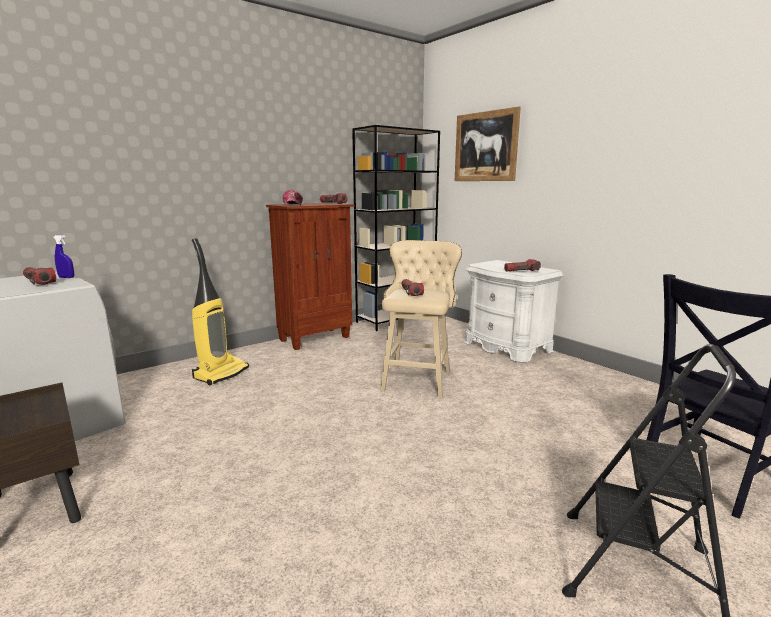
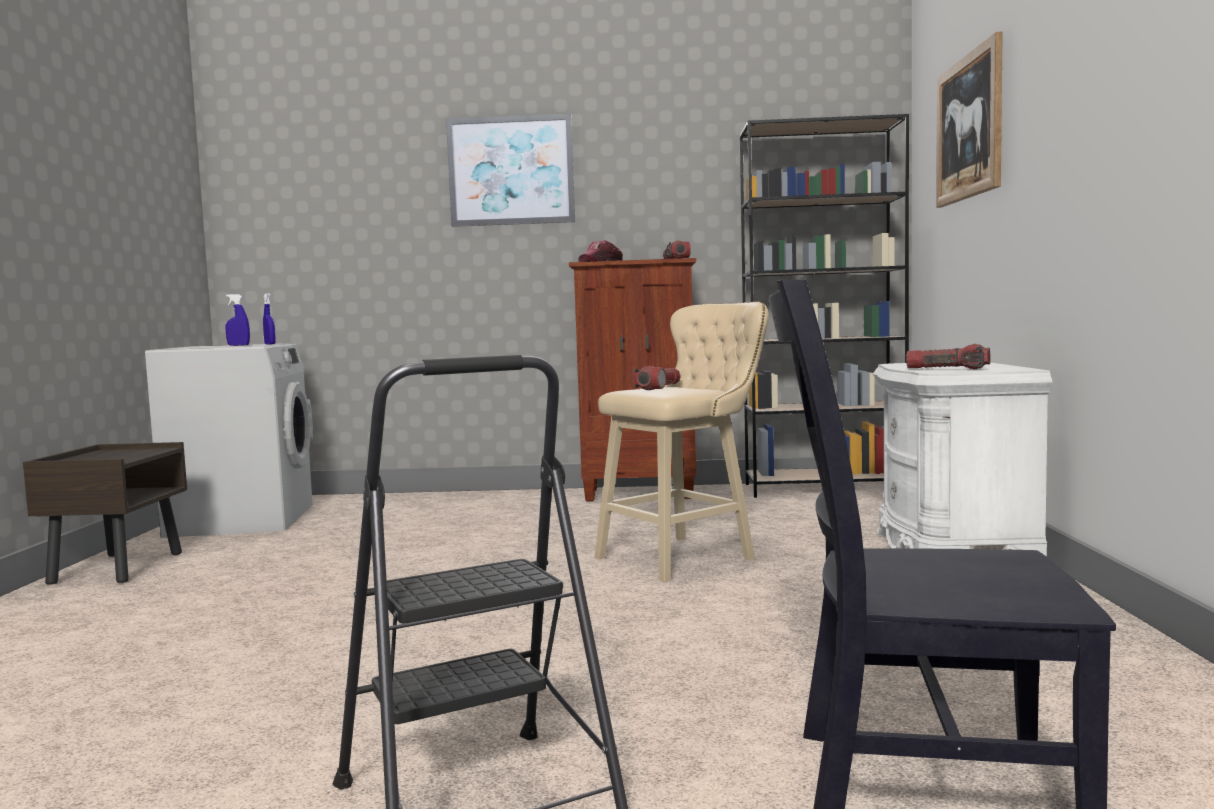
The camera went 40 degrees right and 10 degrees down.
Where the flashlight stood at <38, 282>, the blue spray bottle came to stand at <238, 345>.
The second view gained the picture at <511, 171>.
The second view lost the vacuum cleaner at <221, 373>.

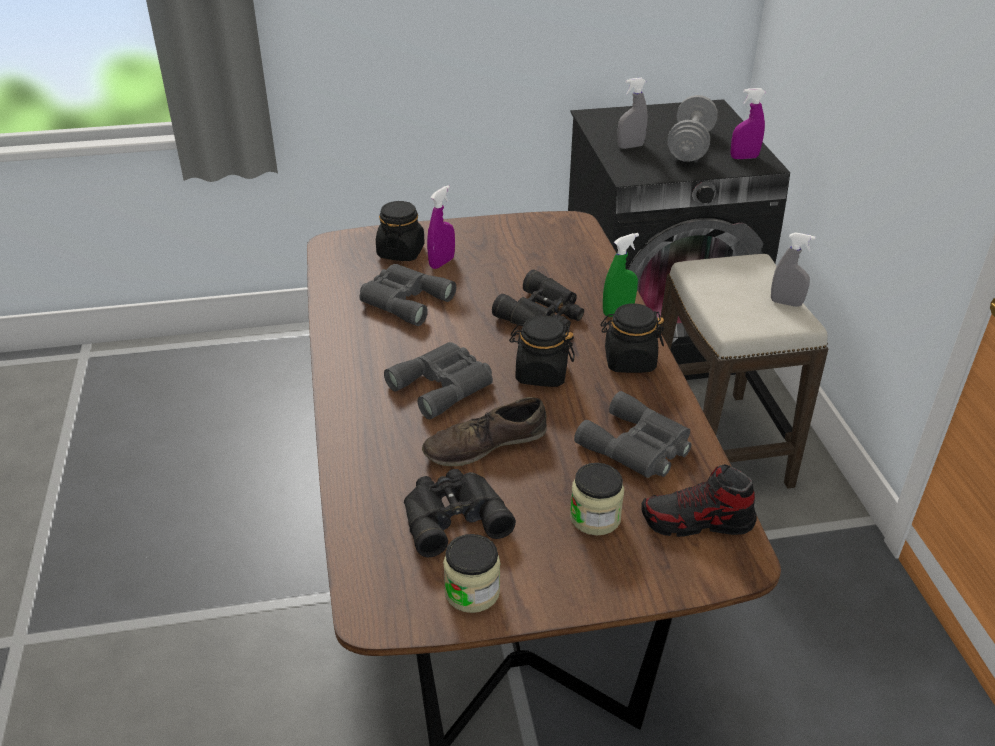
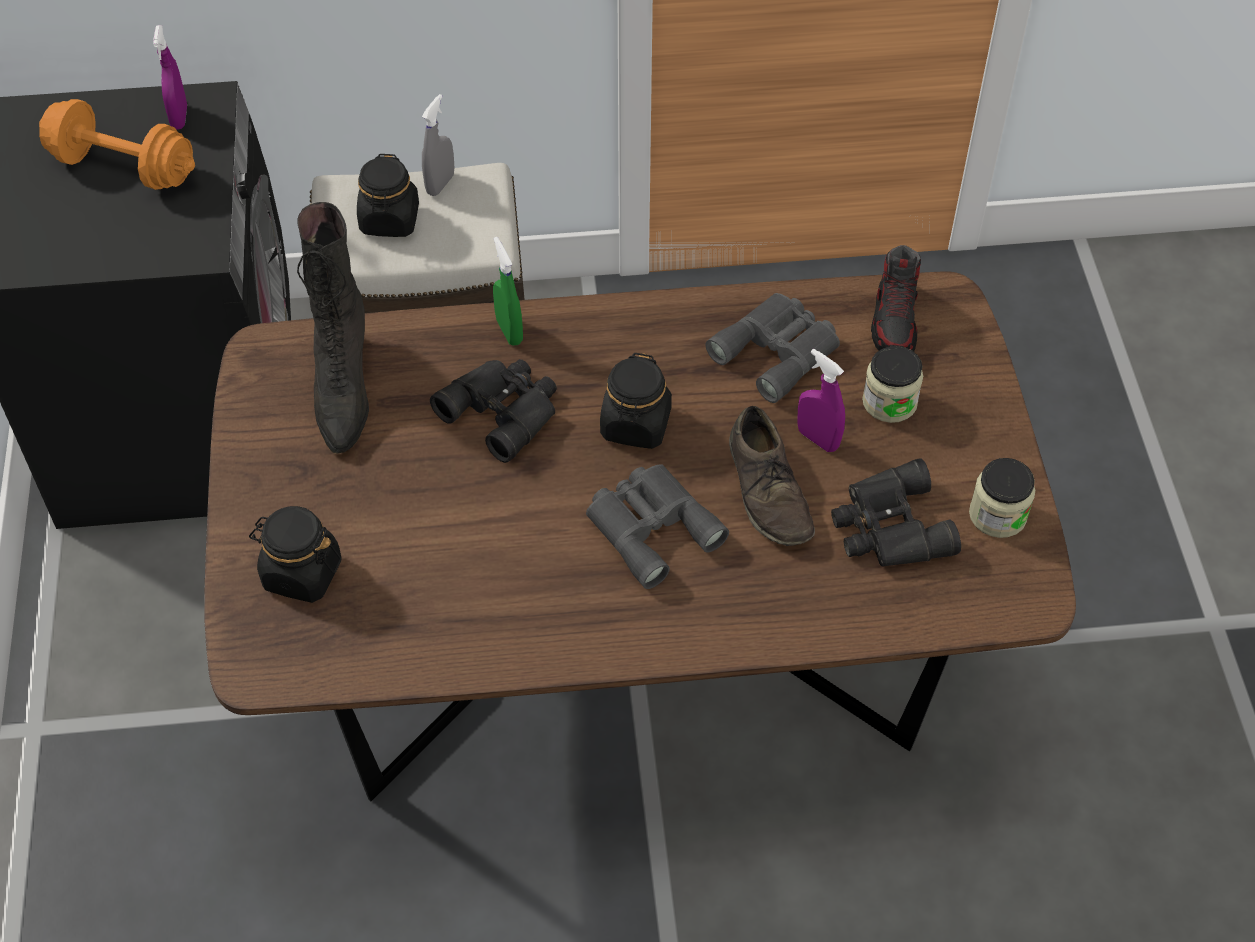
The camera went 85 degrees left and 15 degrees up.
What was the grey dumbbell at <690, 146> turned into the orange dumbbell at <123, 168>.
The second view gained the black boot at <342, 389>.
The black jar ended up elsewhere, having gone from <629, 361> to <390, 220>.
The purple spray bottle ended up elsewhere, having gone from <441, 263> to <817, 439>.
The second view lost the grey binoculars at <403, 299>.
The second view lost the grey spray bottle at <630, 146>.

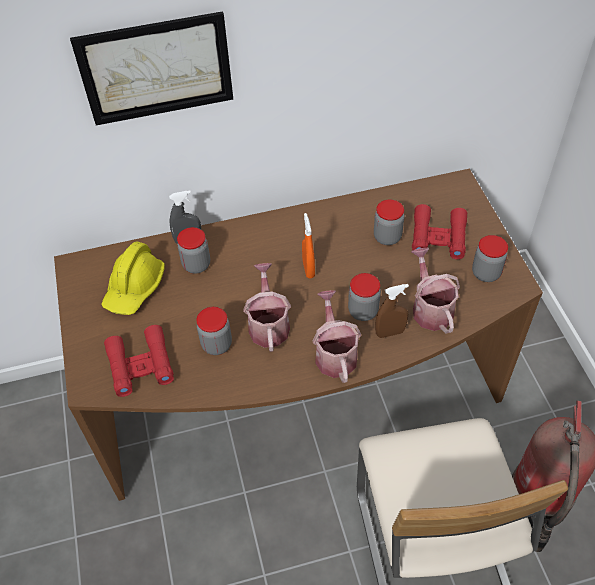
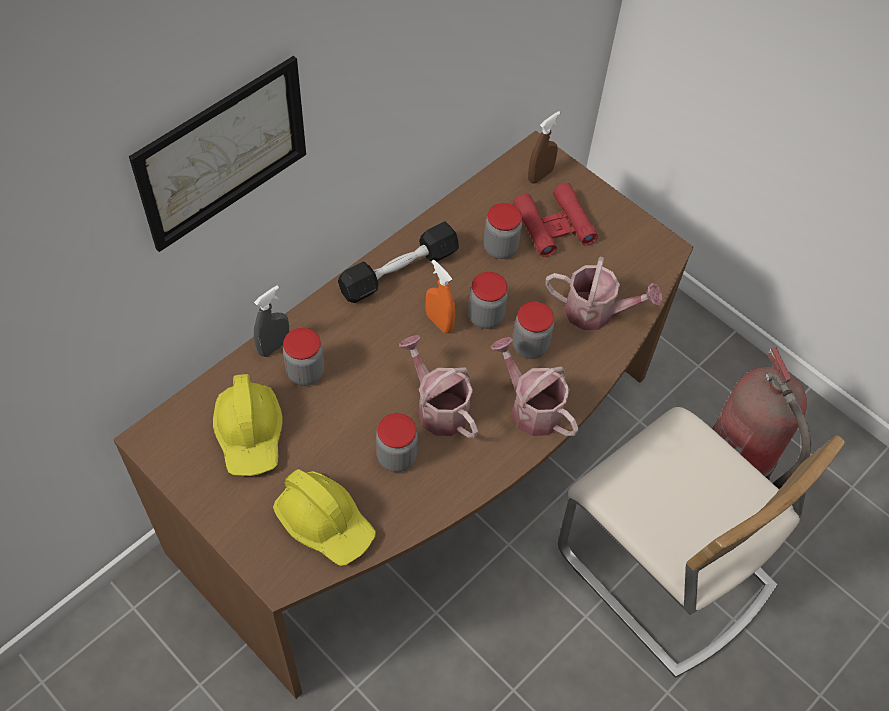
The camera went 35 degrees left and 5 degrees up.
Where the red binoculars stood at <140, 365>, the yellow hard hat came to stand at <325, 522>.
The second view gained the black dumbbell at <399, 272>.
The jar ended up elsewhere, having gone from <486, 273> to <485, 316>.
The brown spray bottle ended up elsewhere, having gone from <390, 332> to <540, 175>.
The watering can at <430, 308> ended up facing another way, 150 degrees clockwise from before.

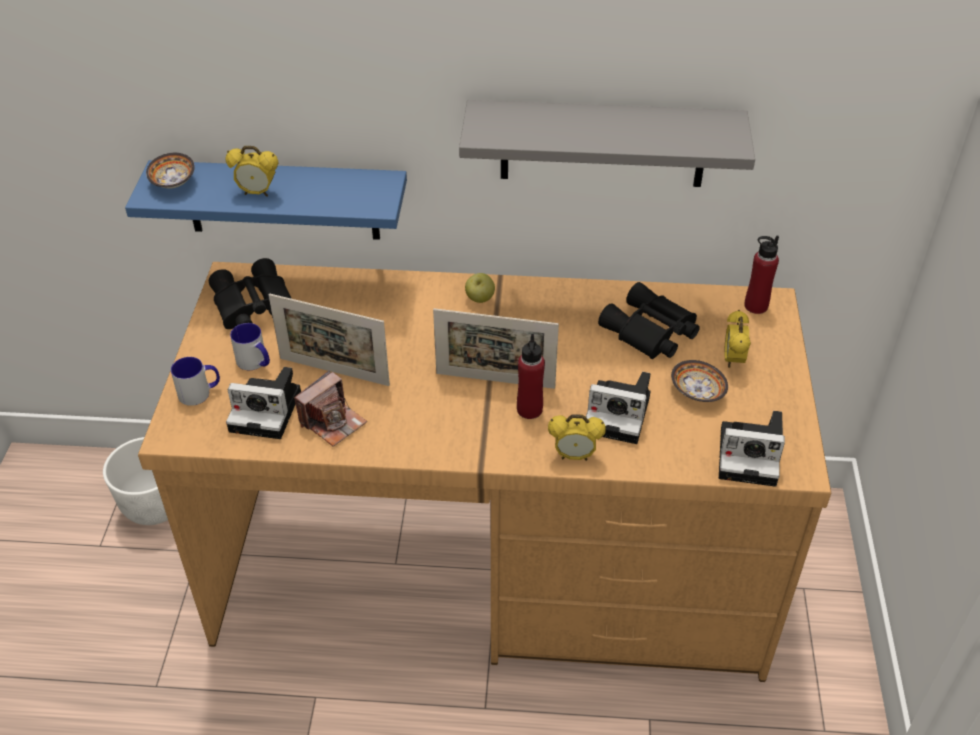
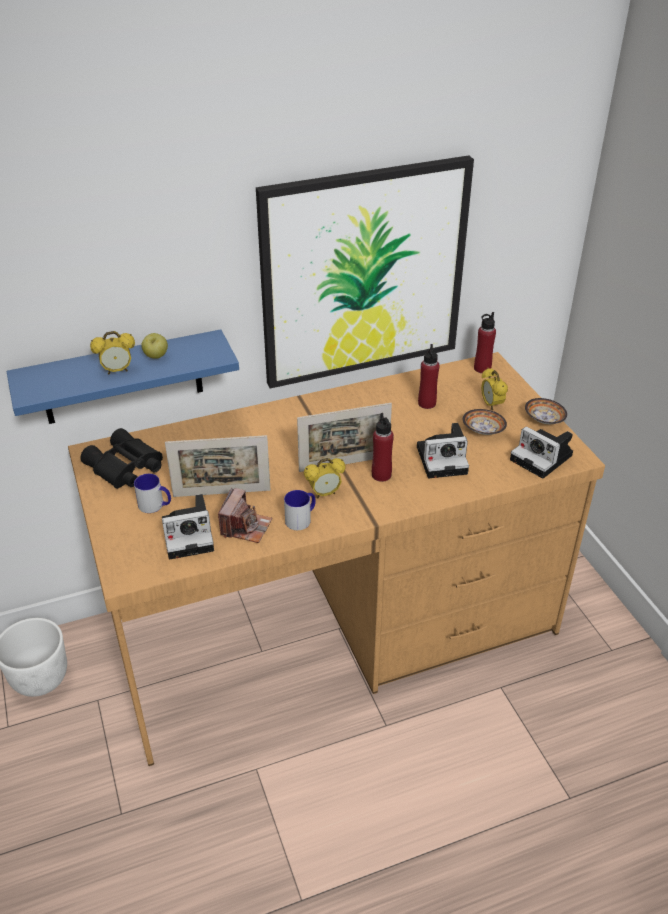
The camera went 25 degrees left and 5 degrees down.
The apple ended up elsewhere, having gone from <480, 299> to <156, 356>.
Where the grey shelf hung at <603, 143>, the picture came to hang at <363, 274>.
The mug ended up elsewhere, having gone from <200, 392> to <301, 519>.
The alarm clock ended up elsewhere, having gone from <574, 456> to <324, 494>.
Where the black binoculars stood at <650, 332>, the red bottle came to stand at <426, 403>.
The photo camera at <751, 455> ended up facing another way, 60 degrees clockwise from before.
The bowl ended up elsewhere, having gone from <173, 183> to <544, 420>.

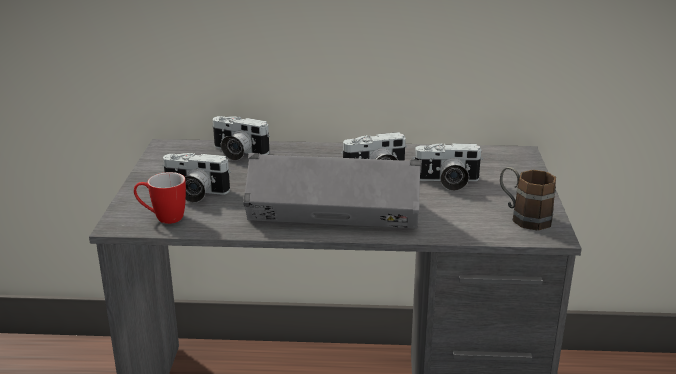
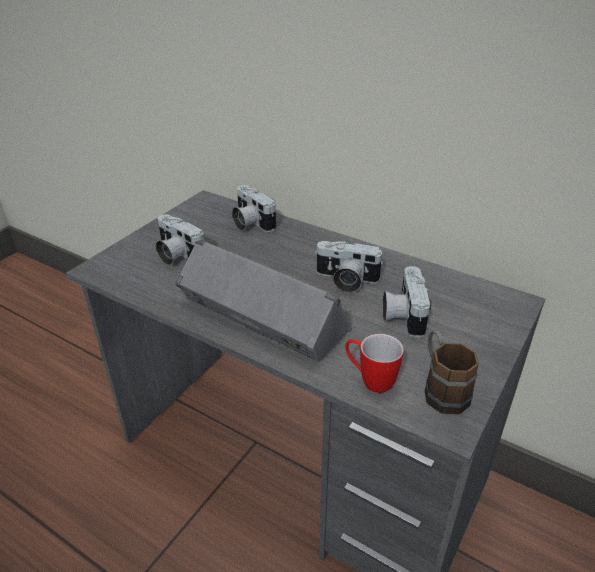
The camera went 30 degrees right and 10 degrees up.
The mug ended up elsewhere, having gone from <162, 218> to <370, 380>.
The photo camera at <447, 182> ended up facing another way, 60 degrees clockwise from before.

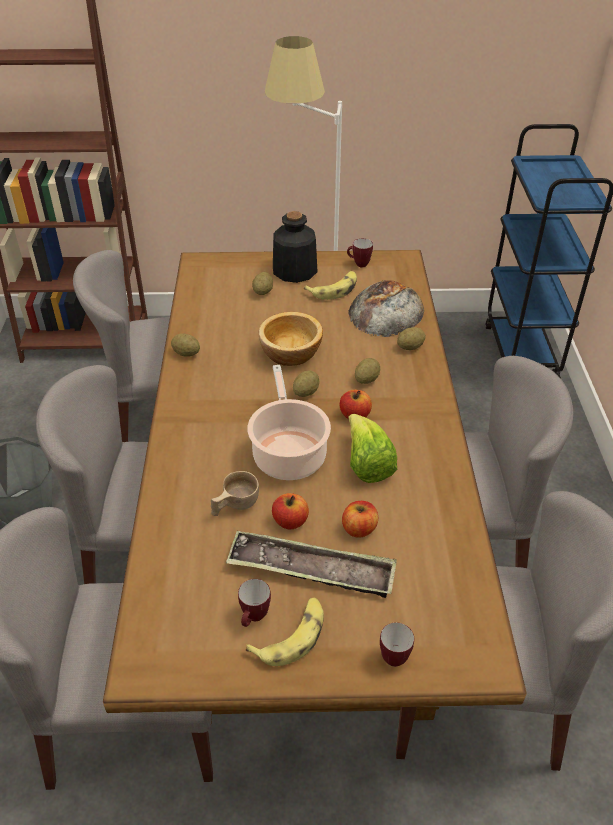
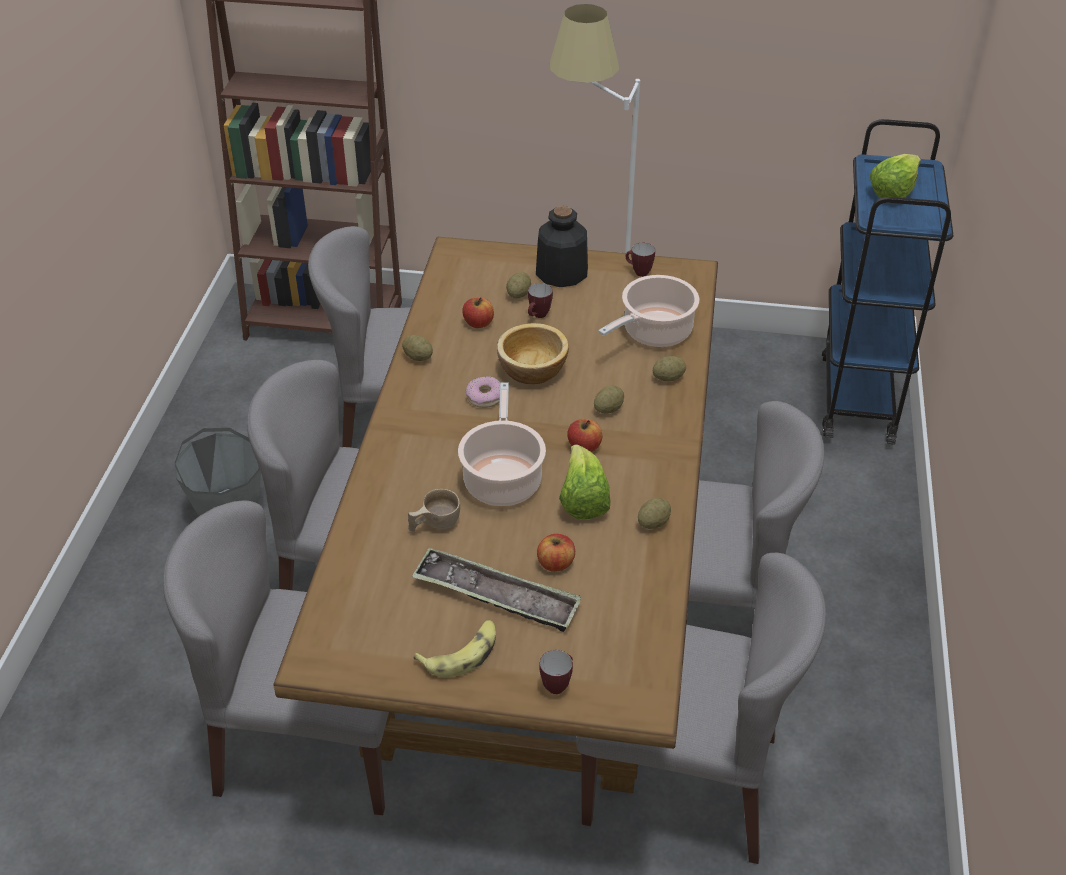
The camera went 10 degrees right and 0 degrees up.
The apple ended up elsewhere, having gone from <290, 521> to <478, 323>.
The second view gained the donut at <485, 397>.
The mug ended up elsewhere, having gone from <254, 618> to <538, 316>.
Where the bread stood at <386, 311>, the cooking pot came to stand at <654, 332>.
The potato ended up elsewhere, having gone from <306, 392> to <653, 523>.
The second view gained the lettuce at <893, 191>.
The second view lost the banana at <334, 289>.

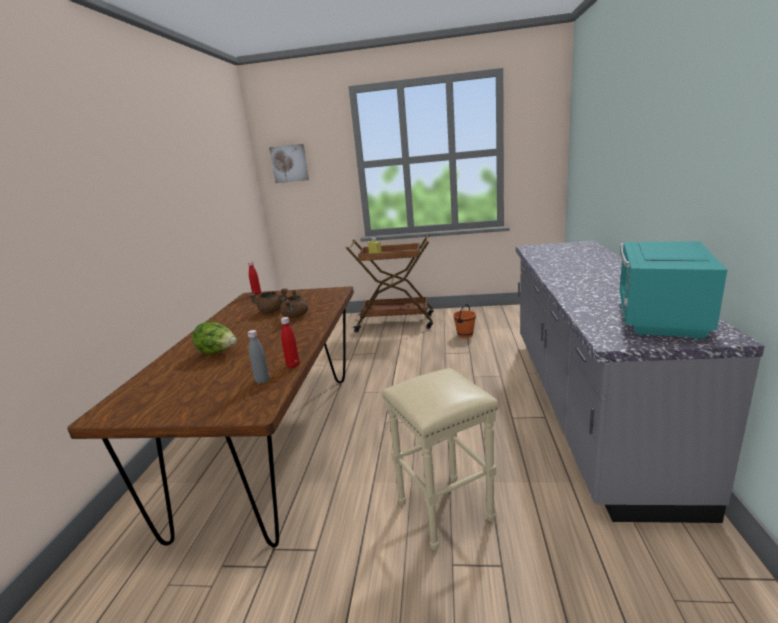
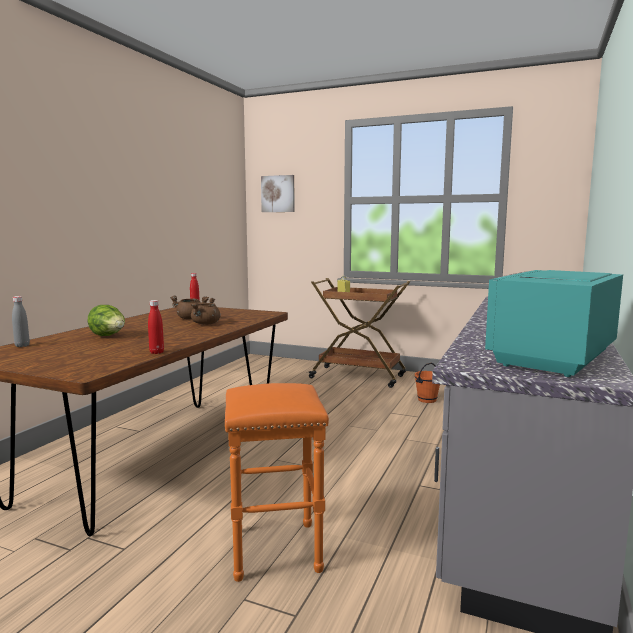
The camera went 15 degrees right and 10 degrees down.
The grey bottle ended up elsewhere, having gone from <262, 381> to <22, 346>.
What was the beige stool at <444, 512> turned into the orange stool at <274, 551>.

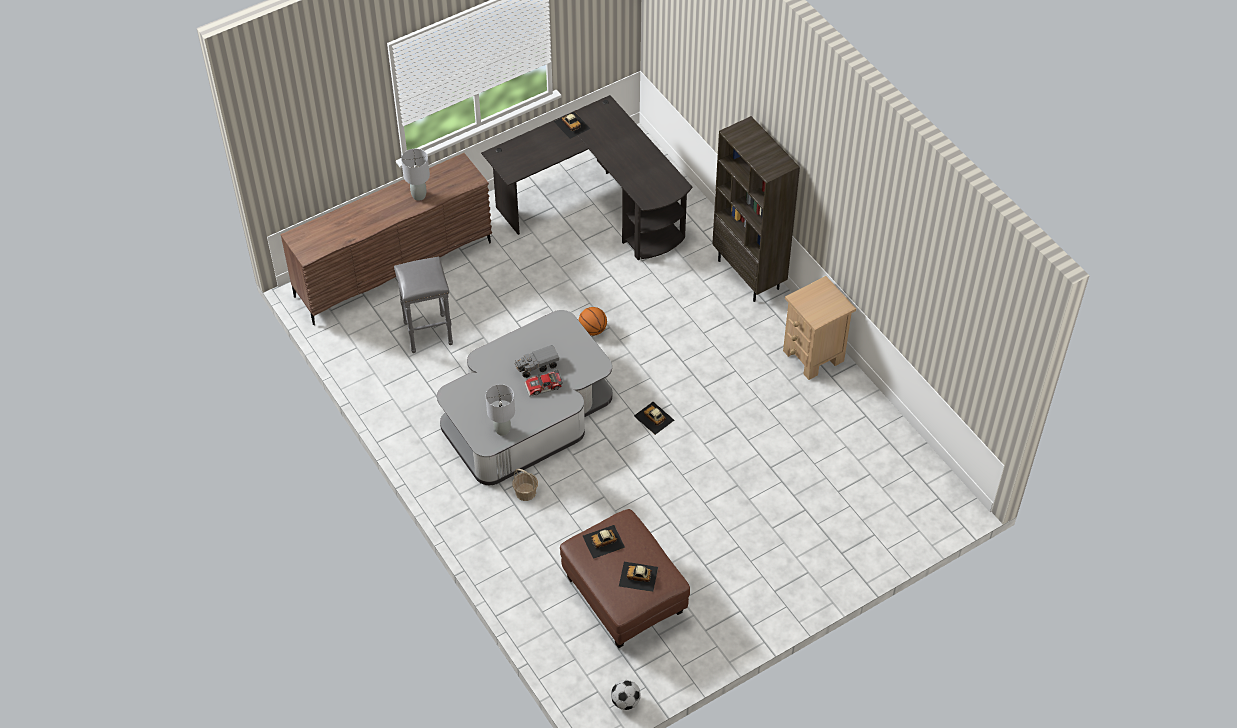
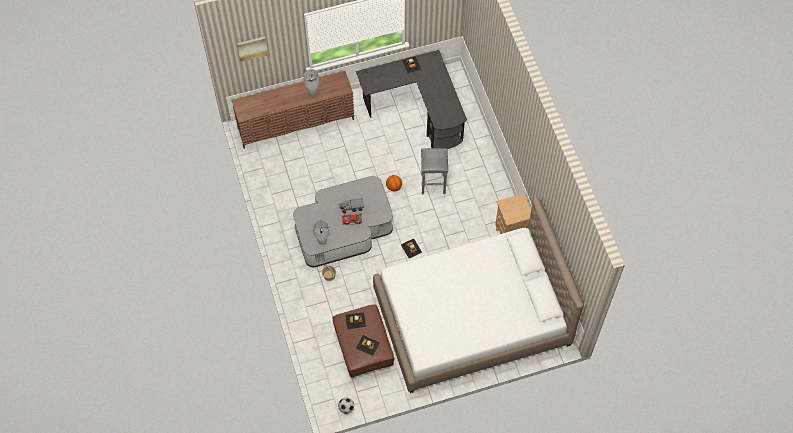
The camera went 15 degrees right and 10 degrees up.
The second view gained the picture at <252, 48>.
The second view gained the white bed at <472, 317>.
The grey stool ended up elsewhere, having gone from <427, 334> to <432, 184>.
The second view lost the brown bookcase at <749, 274>.

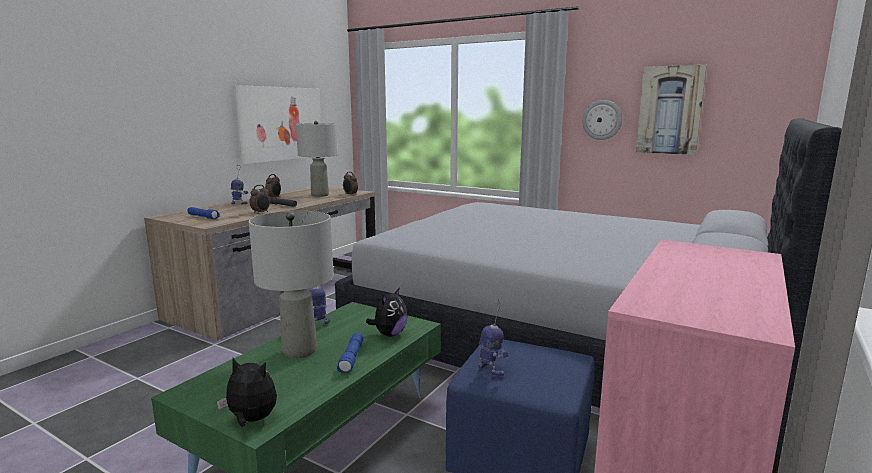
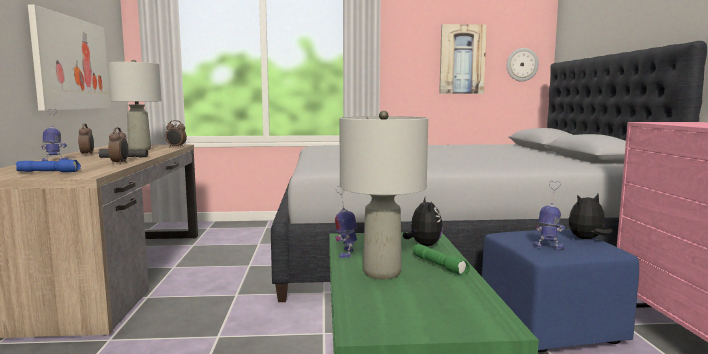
The camera went 35 degrees left and 5 degrees down.
What was the blue flashlight at <352, 358> turned into the green flashlight at <439, 265>.
The wall clock ended up elsewhere, having gone from <602, 120> to <522, 64>.
The plush toy ended up elsewhere, having gone from <251, 420> to <587, 239>.

